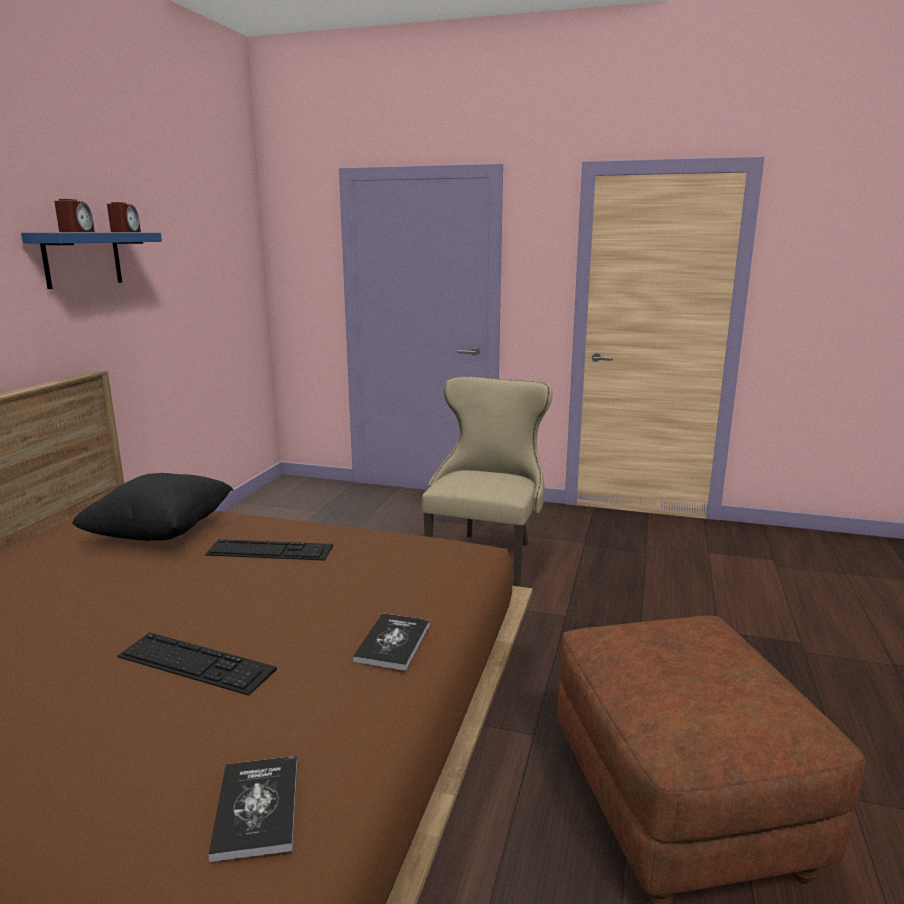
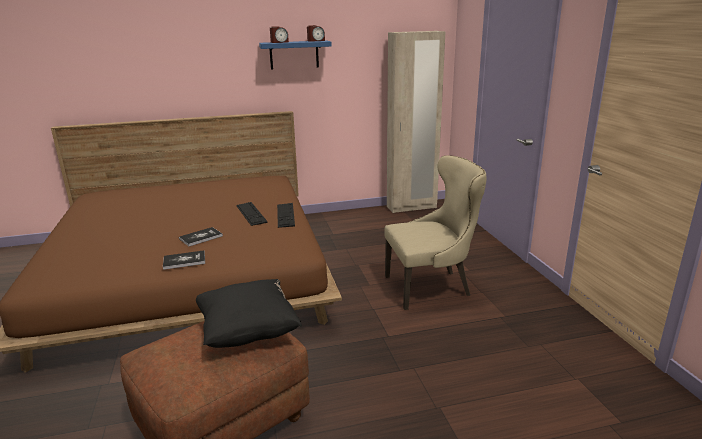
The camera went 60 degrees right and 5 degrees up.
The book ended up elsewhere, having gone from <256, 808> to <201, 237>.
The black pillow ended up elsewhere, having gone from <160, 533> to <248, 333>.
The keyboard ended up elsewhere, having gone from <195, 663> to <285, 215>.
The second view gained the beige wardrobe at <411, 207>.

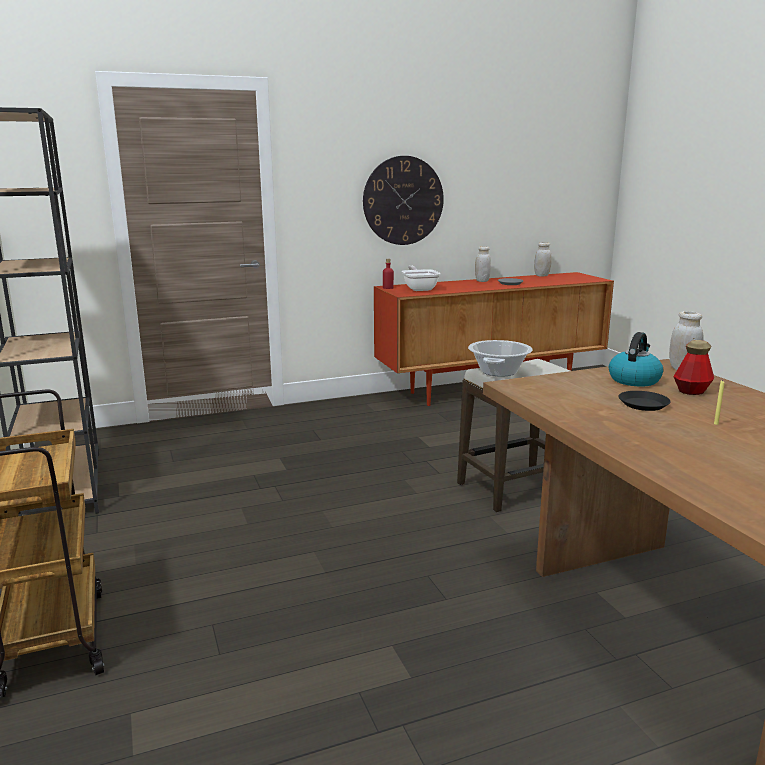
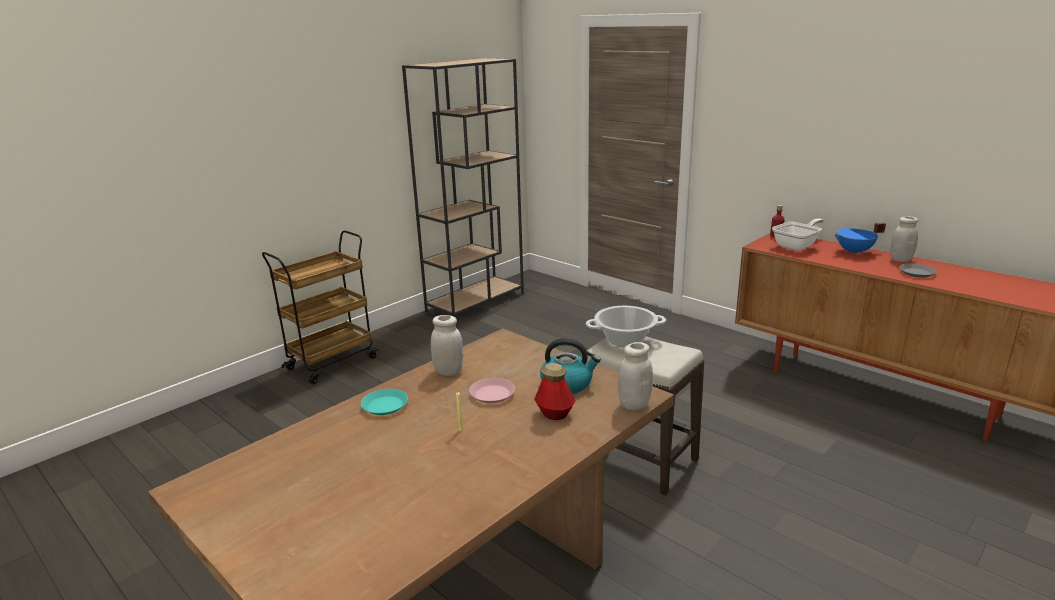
The camera went 65 degrees right and 5 degrees up.
The second view gained the turquoise plate at <385, 406>.
The white jar ended up elsewhere, having gone from <542, 275> to <448, 371>.
What was the black plate at <643, 404> turned into the pink plate at <492, 394>.
The second view gained the blue cooking pot at <855, 252>.
The second view lost the wall clock at <403, 200>.

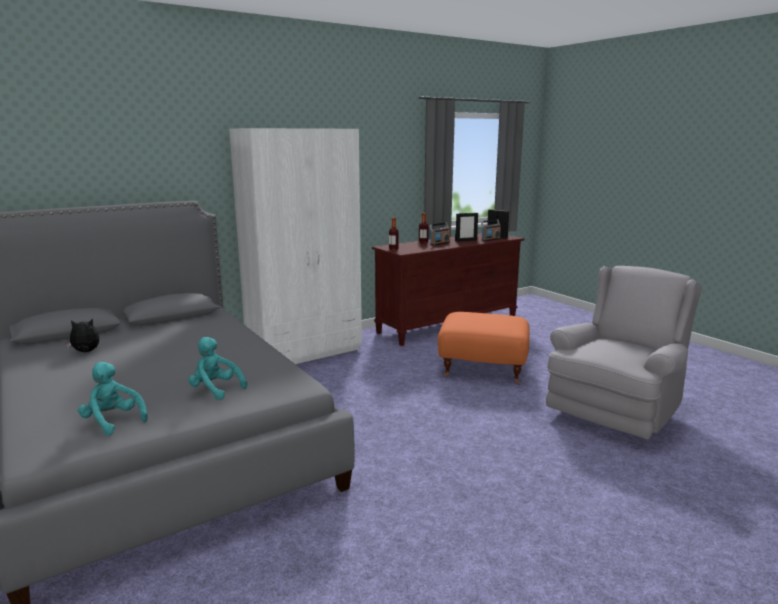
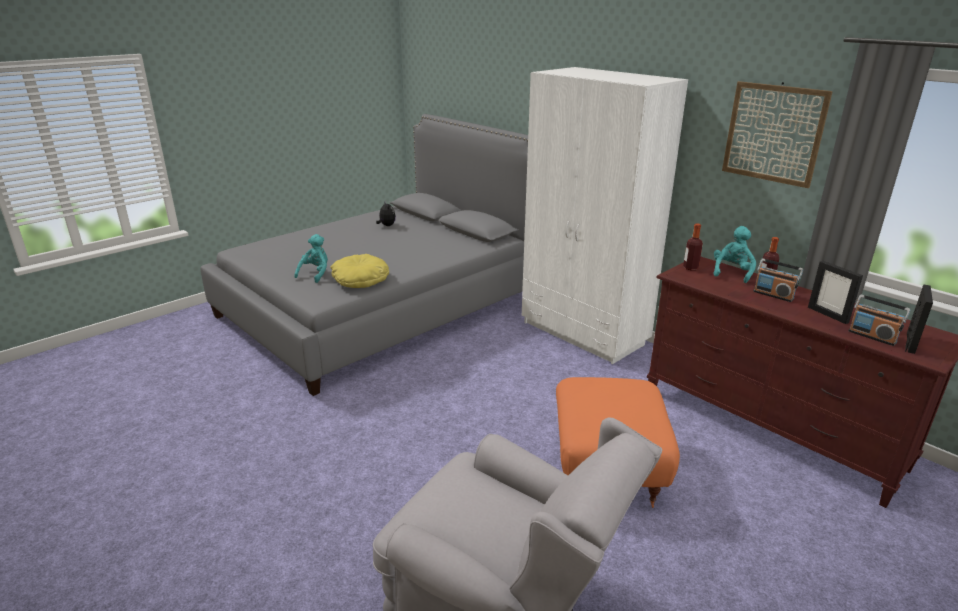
The camera went 80 degrees right and 10 degrees up.
The second view gained the yellow pillow at <361, 280>.
The turquoise plush toy ended up elsewhere, having gone from <113, 421> to <732, 272>.
The second view gained the picture at <774, 132>.

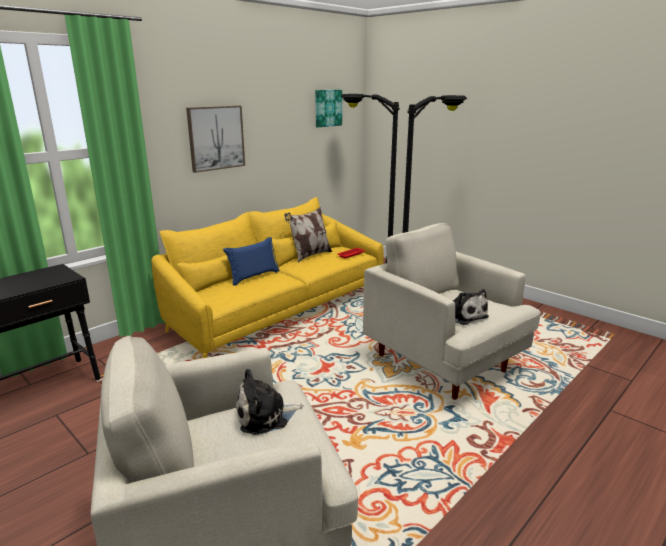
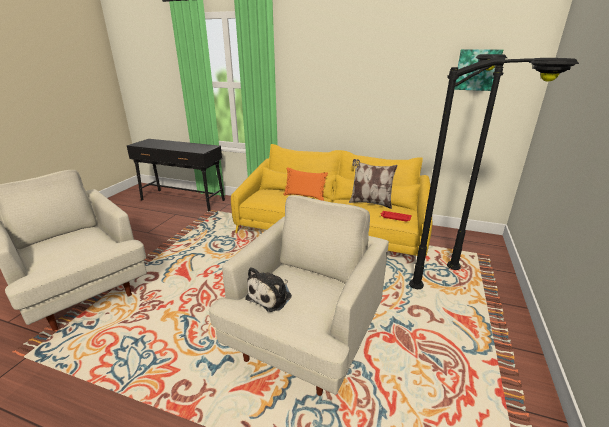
The camera went 65 degrees right and 5 degrees up.
What was the blue pillow at <253, 277> turned into the orange pillow at <304, 196>.
The second view lost the picture at <216, 138>.
The second view lost the plush toy at <265, 416>.

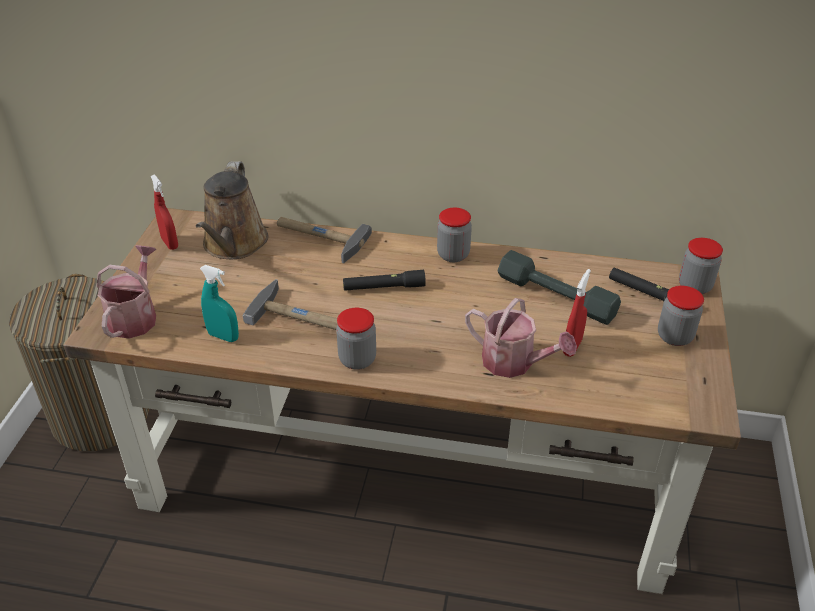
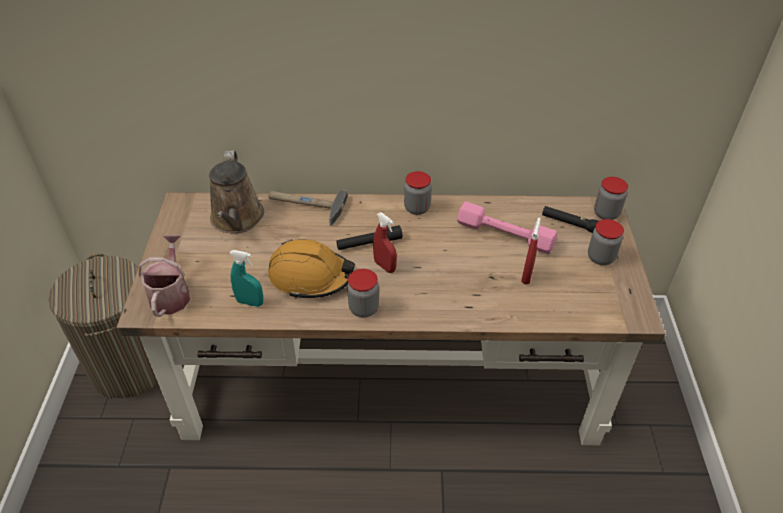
The camera went 10 degrees left and 5 degrees up.
Where the hammer stood at <303, 317>, the orange hard hat came to stand at <310, 277>.
The red spray bottle ended up elsewhere, having gone from <170, 243> to <385, 266>.
What was the grey dumbbell at <555, 297> turned into the pink dumbbell at <504, 235>.
The second view lost the watering can at <514, 363>.

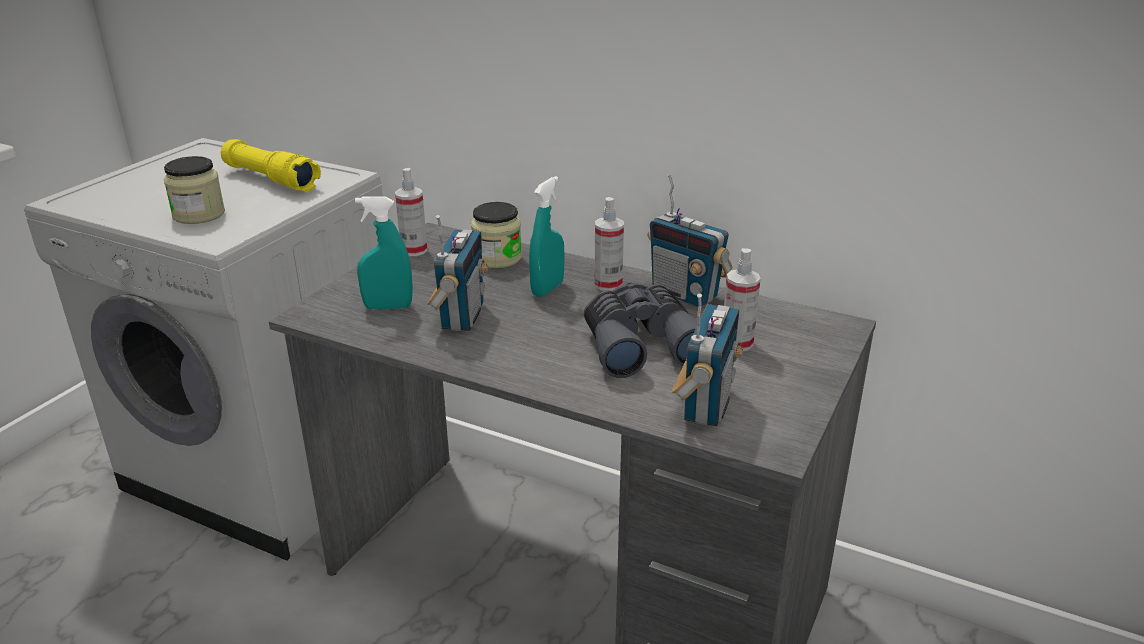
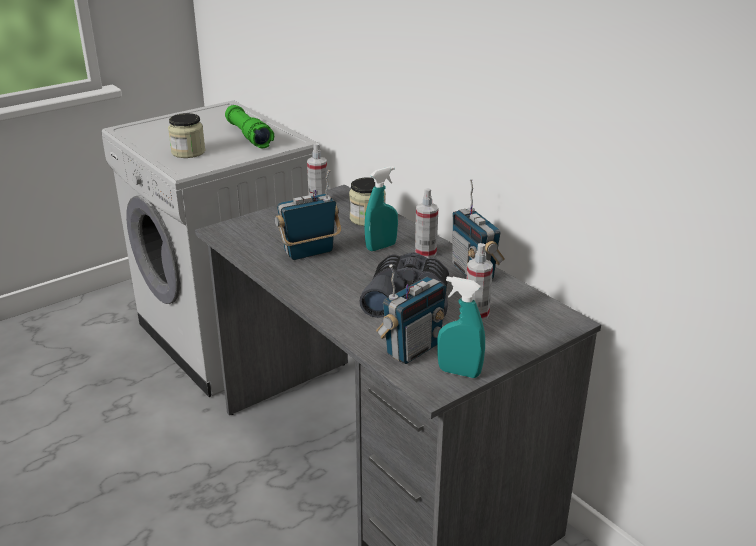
The camera went 25 degrees right and 0 degrees up.
What was the yellow flashlight at <271, 179> turned into the green flashlight at <248, 136>.
The radio at <461, 316> ended up facing another way, 150 degrees counterclockwise from before.
The turquoise spray bottle ended up elsewhere, having gone from <388, 307> to <459, 372>.

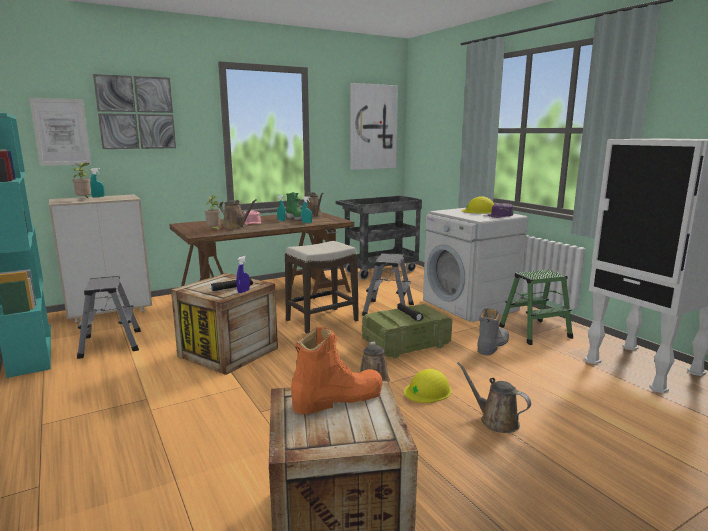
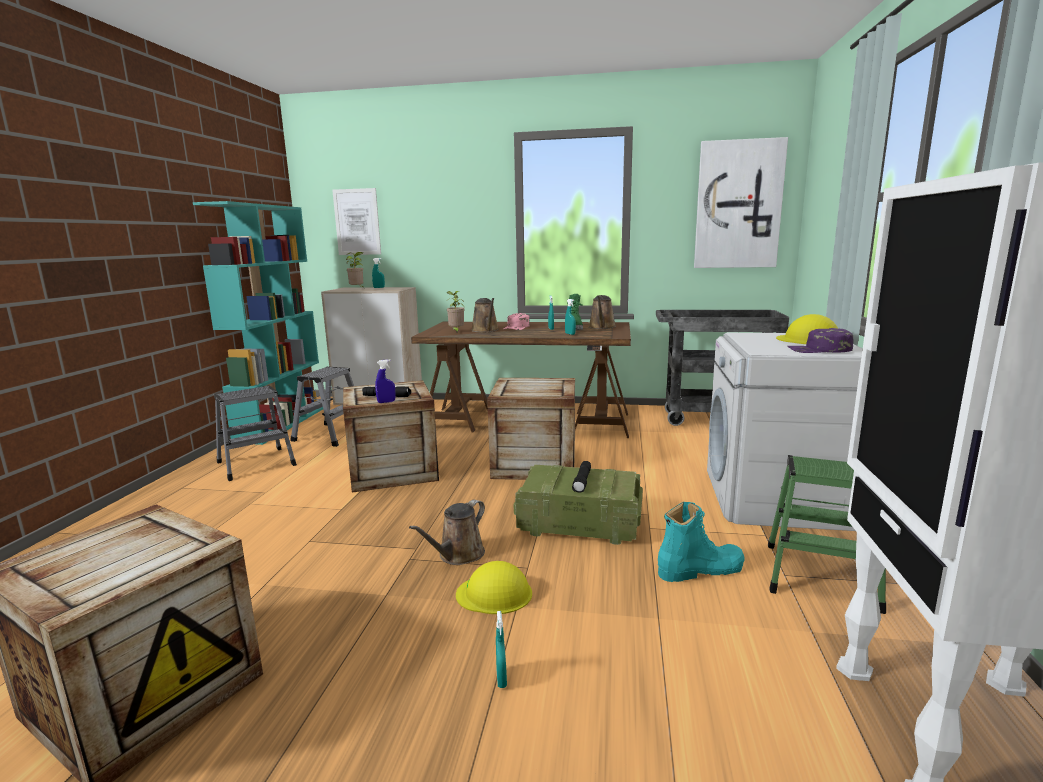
The camera went 40 degrees right and 0 degrees up.
The grey step ladder ended up elsewhere, having gone from <388, 309> to <256, 463>.
Where the stool stood at <322, 321>, the crate came to stand at <535, 463>.
Where the brown watering can stood at <495, 420>, the turquoise spray bottle came to stand at <501, 679>.
What was the grey boot at <492, 346> turned into the turquoise boot at <700, 570>.
The second view lost the picture at <136, 113>.
The second view lost the orange boot at <338, 399>.

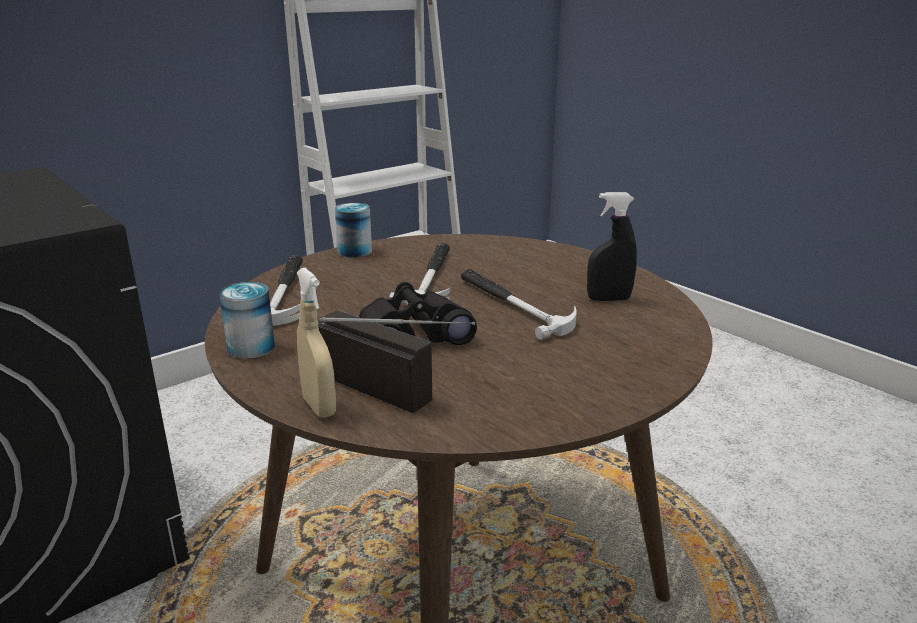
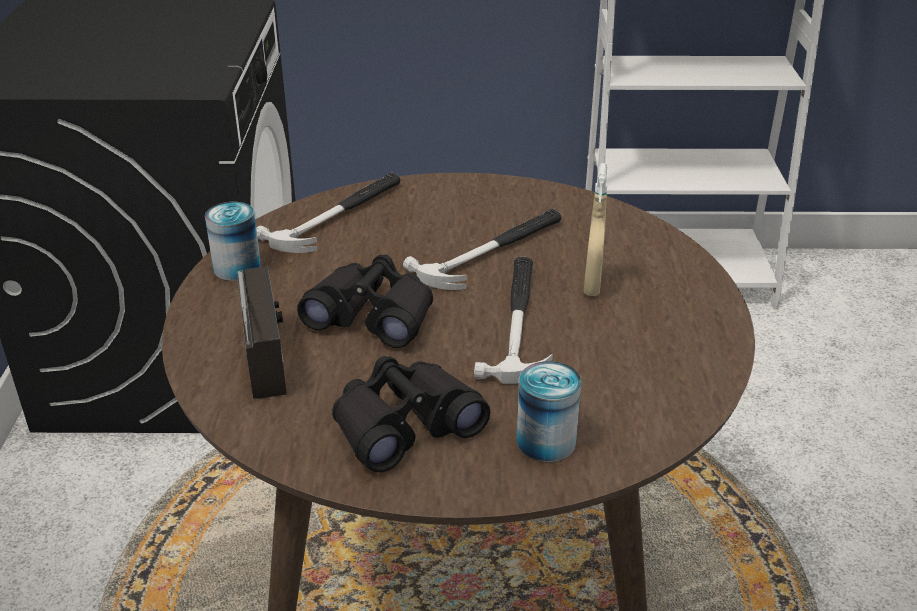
The camera went 40 degrees right and 10 degrees up.
The second view gained the black binoculars at <404, 425>.
The can ended up elsewhere, having gone from <354, 251> to <546, 441>.
The beige spray bottle ended up elsewhere, having gone from <319, 407> to <592, 285>.
The second view lost the black spray bottle at <608, 299>.

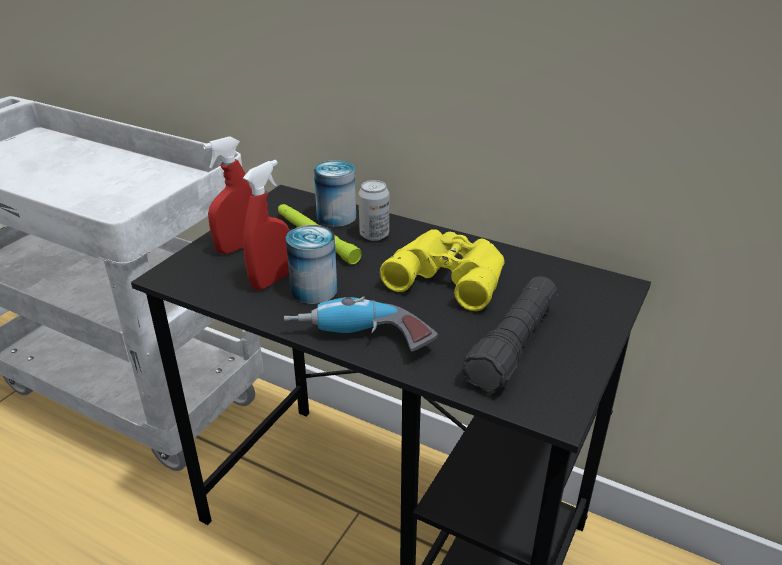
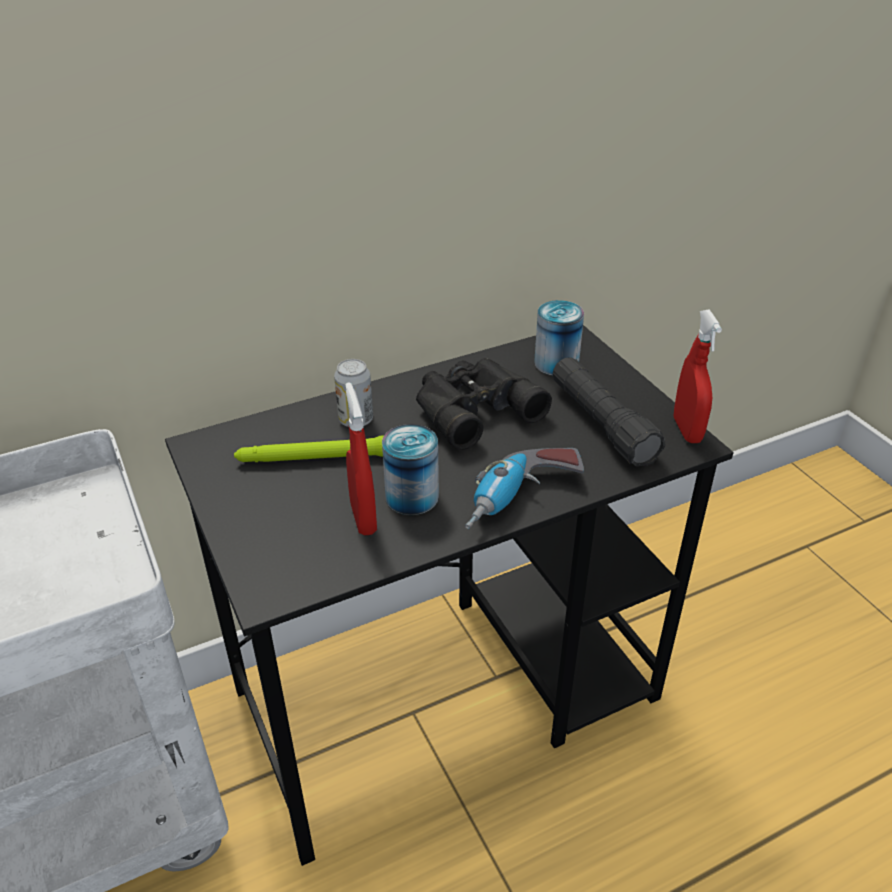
The camera went 55 degrees left and 5 degrees up.
What was the yellow binoculars at <449, 275> turned into the black binoculars at <472, 408>.
The can ended up elsewhere, having gone from <336, 217> to <556, 363>.
The red spray bottle ended up elsewhere, having gone from <237, 247> to <687, 430>.

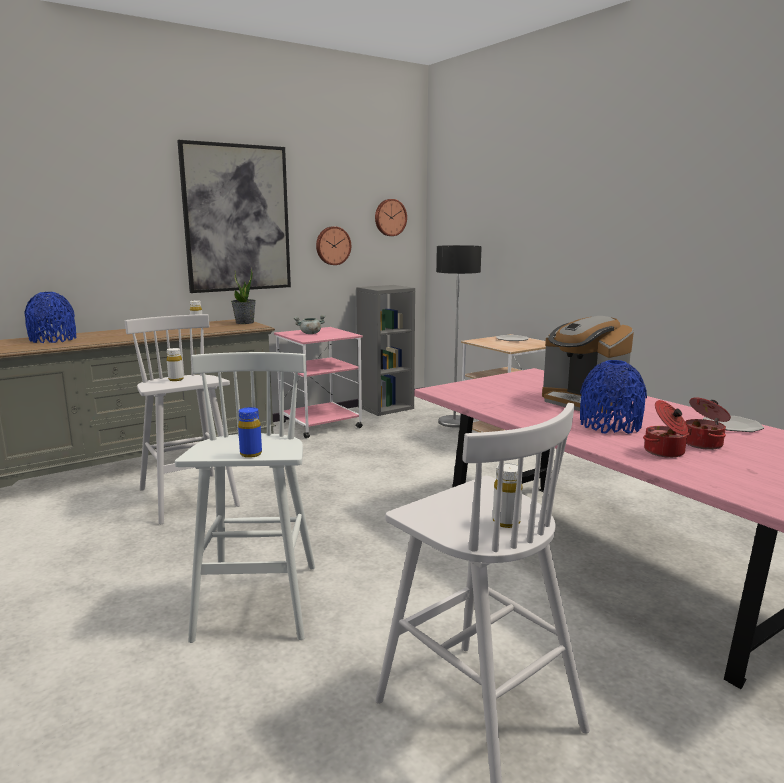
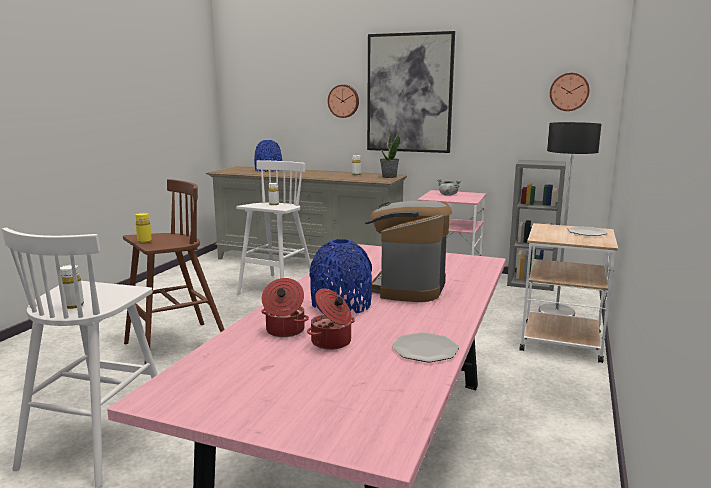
The camera went 55 degrees right and 0 degrees up.
What was the white stool at <257, 603> turned into the brown stool at <174, 345>.
What was the blue bottle at <251, 454> turned into the yellow bottle at <144, 242>.
The wall clock ended up elsewhere, having gone from <332, 245> to <343, 101>.

